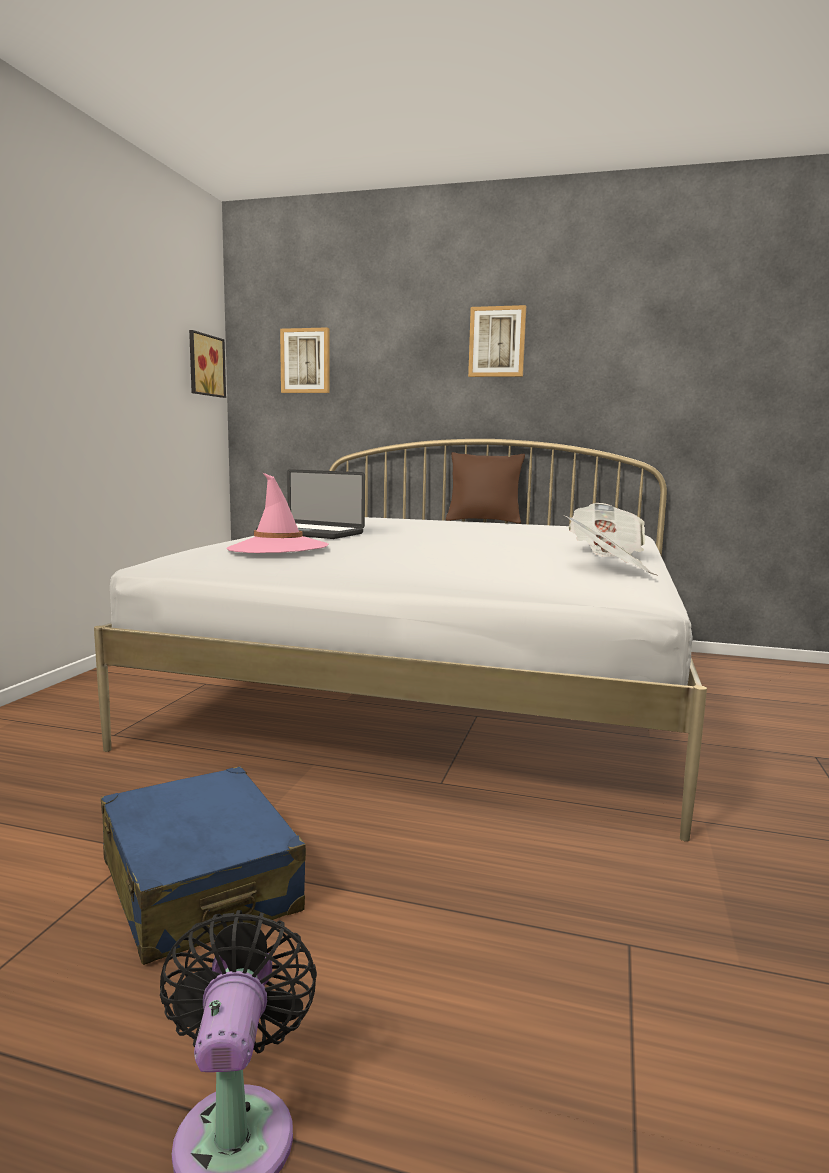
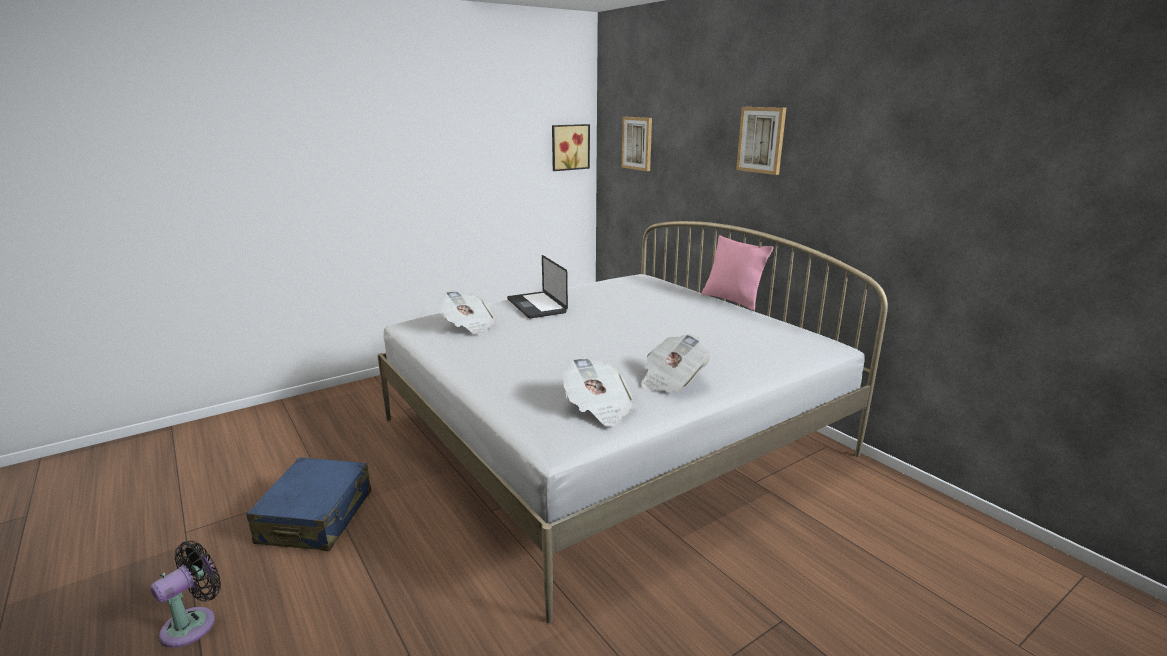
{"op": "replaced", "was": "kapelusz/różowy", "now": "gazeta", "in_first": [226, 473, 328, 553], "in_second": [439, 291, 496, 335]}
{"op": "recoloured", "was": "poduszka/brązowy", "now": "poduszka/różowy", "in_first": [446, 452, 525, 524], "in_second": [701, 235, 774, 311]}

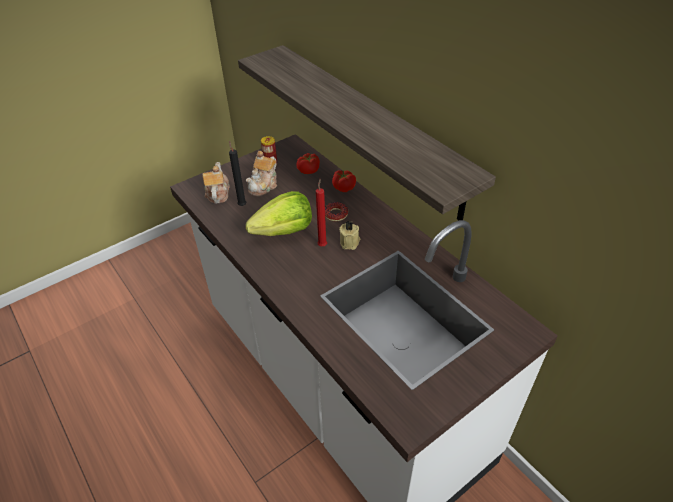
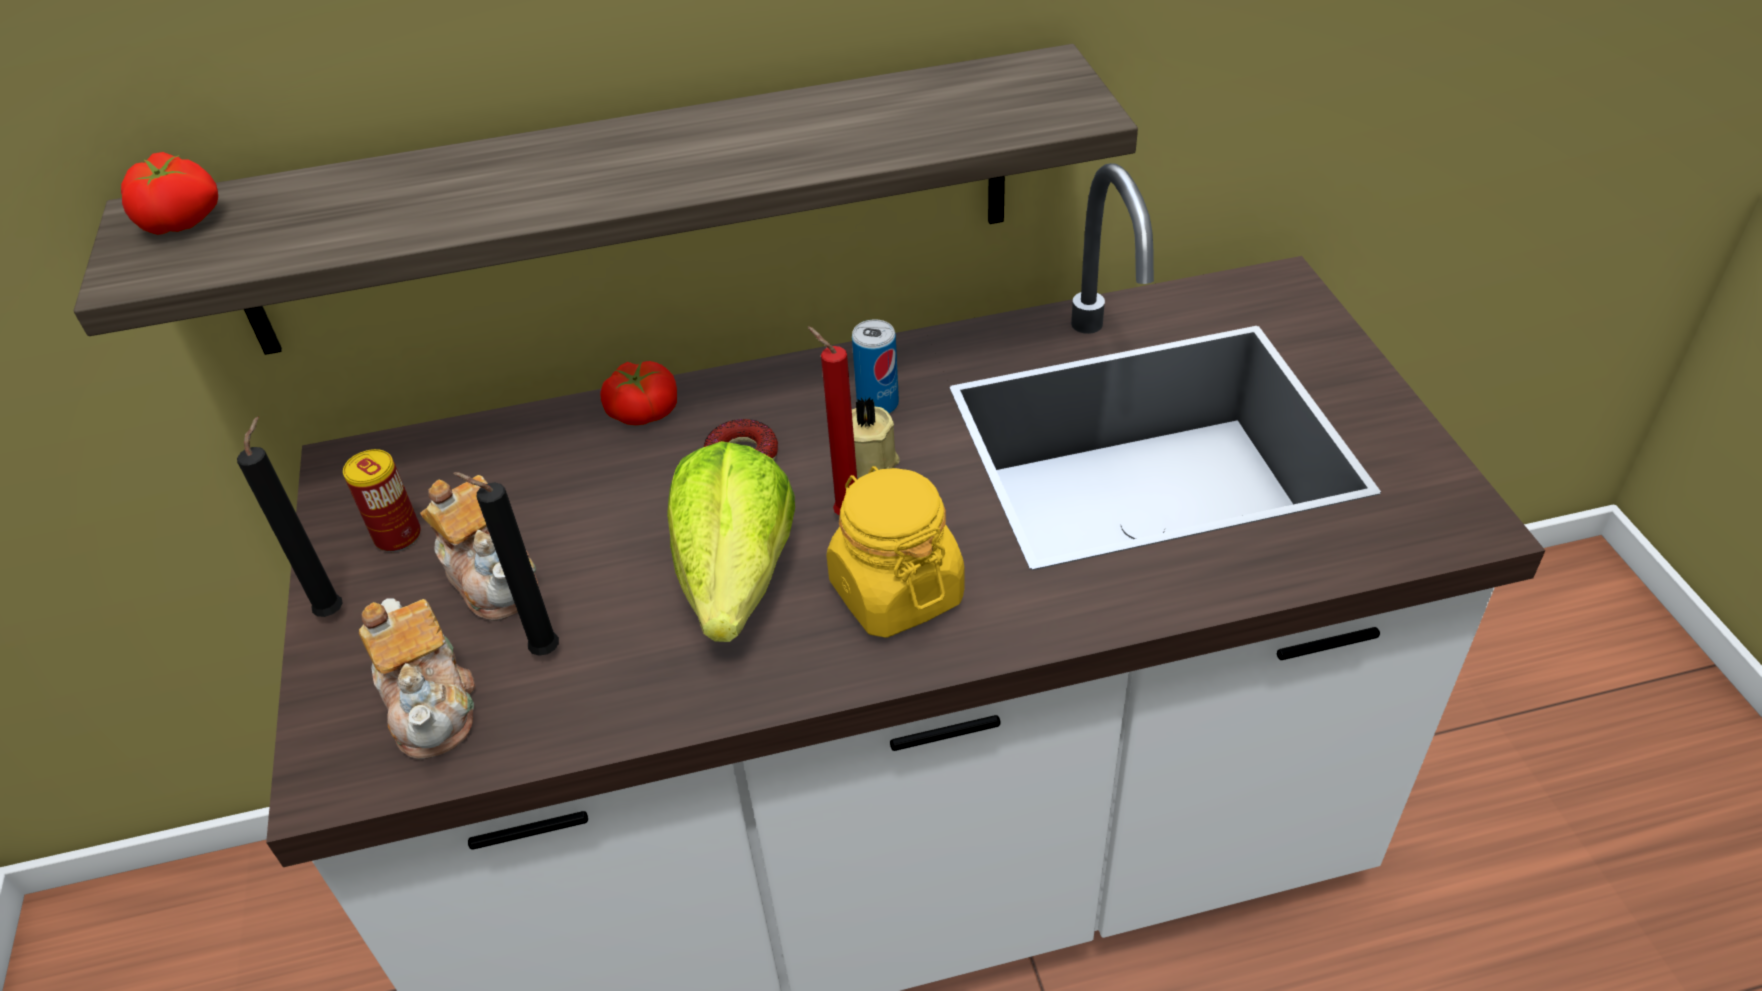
{"op": "turned", "was": "imbryk", "in_first": [203, 162, 230, 203], "in_second": [359, 598, 475, 759], "clockwise": -135}
{"op": "moved", "was": "pomidor", "in_first": [296, 153, 320, 174], "in_second": [121, 152, 218, 235]}
{"op": "added", "now": "świeca/czarny", "in_second": [237, 417, 343, 617]}
{"op": "added", "now": "słoik/żółty", "in_second": [826, 466, 965, 638]}
{"op": "added", "now": "puszka", "in_second": [852, 319, 899, 414]}

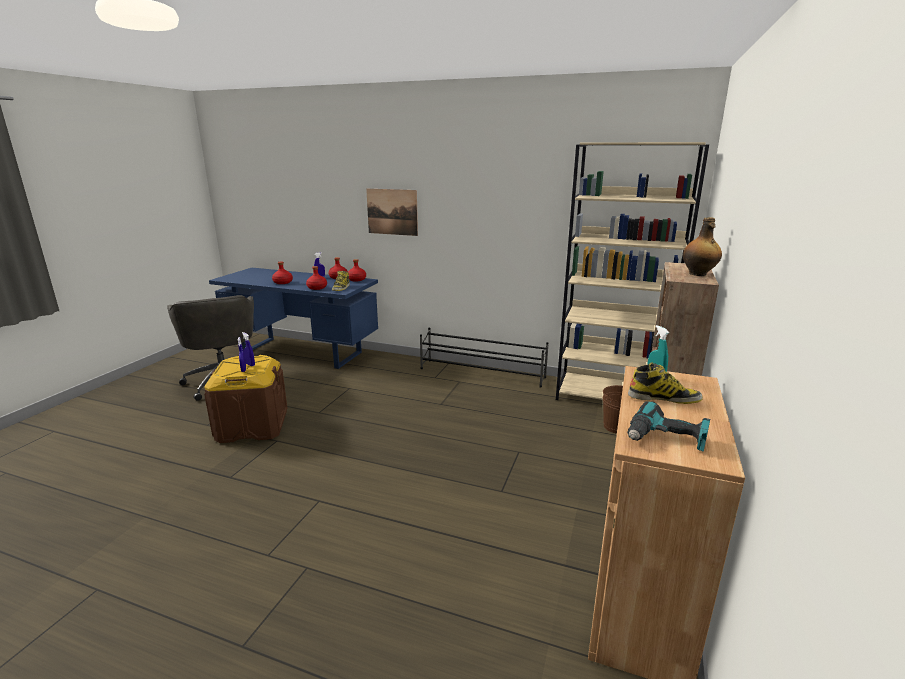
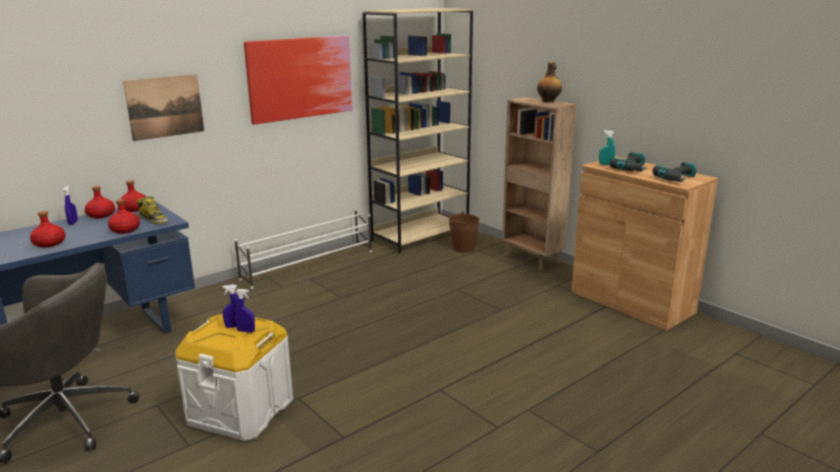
{"op": "recoloured", "was": "pojemnik do przechowywania/brązowy", "now": "pojemnik do przechowywania/biały", "in_first": [204, 355, 287, 443], "in_second": [175, 314, 293, 441]}
{"op": "recoloured", "was": "regał na buty/czarny", "now": "regał na buty/biały", "in_first": [420, 328, 549, 388], "in_second": [235, 209, 372, 289]}
{"op": "replaced", "was": "but z cholewką", "now": "wiertarka", "in_first": [628, 362, 703, 404], "in_second": [610, 152, 647, 172]}
{"op": "added", "now": "obraz", "in_second": [244, 35, 352, 125]}

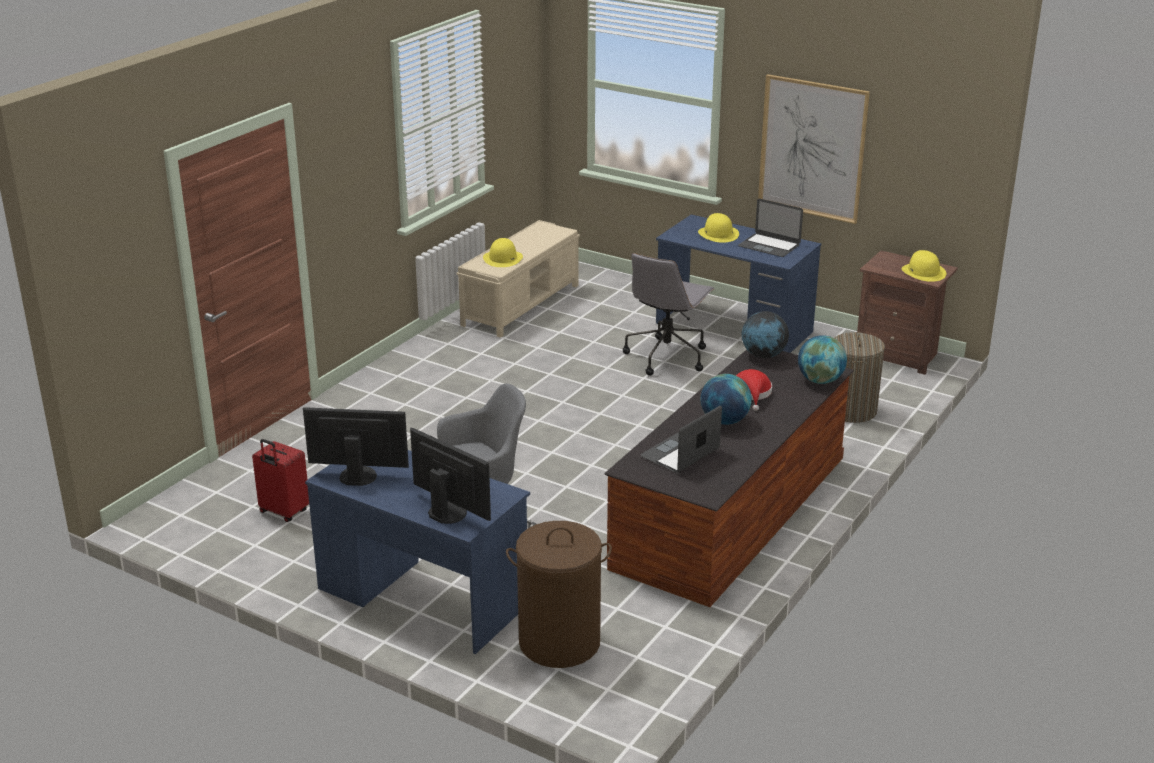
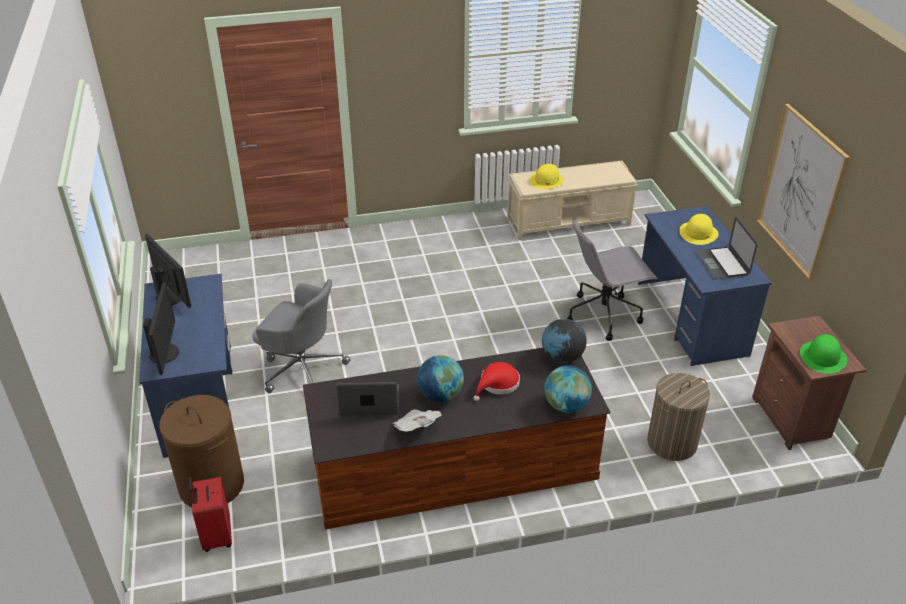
{"op": "moved", "was": "walizka/czerwony", "in_first": [252, 439, 309, 522], "in_second": [189, 477, 232, 552]}
{"op": "recoloured", "was": "kapelusz/żółty", "now": "kapelusz/zielony", "in_first": [901, 250, 946, 282], "in_second": [800, 334, 847, 374]}
{"op": "added", "now": "gazeta", "in_second": [393, 409, 442, 431]}

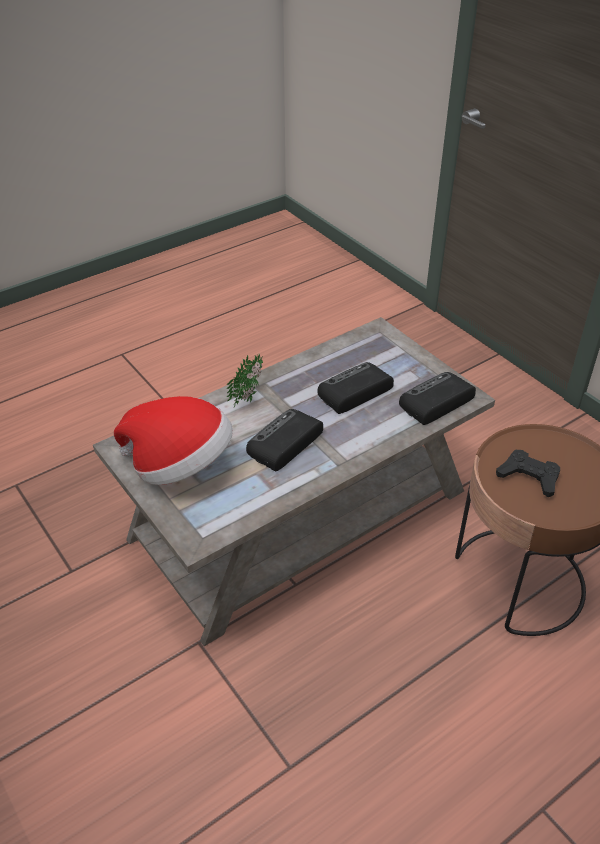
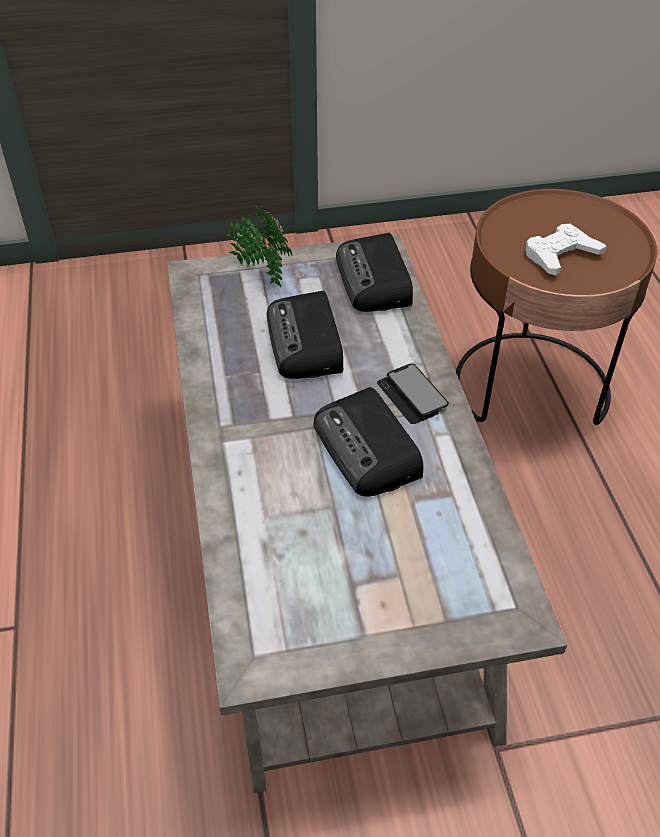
{"op": "removed", "was": "kapelusz", "in_first": [114, 396, 233, 485]}
{"op": "moved", "was": "roślina doniczkowa", "in_first": [226, 353, 263, 408], "in_second": [227, 206, 292, 288]}
{"op": "recoloured", "was": "pad do gier/czarny", "now": "pad do gier/biały", "in_first": [496, 450, 560, 497], "in_second": [526, 224, 606, 276]}
{"op": "added", "now": "telefon", "in_second": [377, 363, 449, 424]}

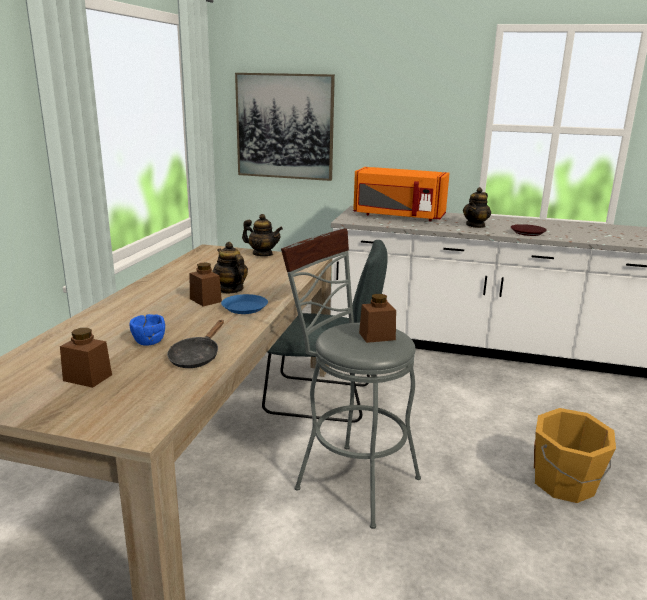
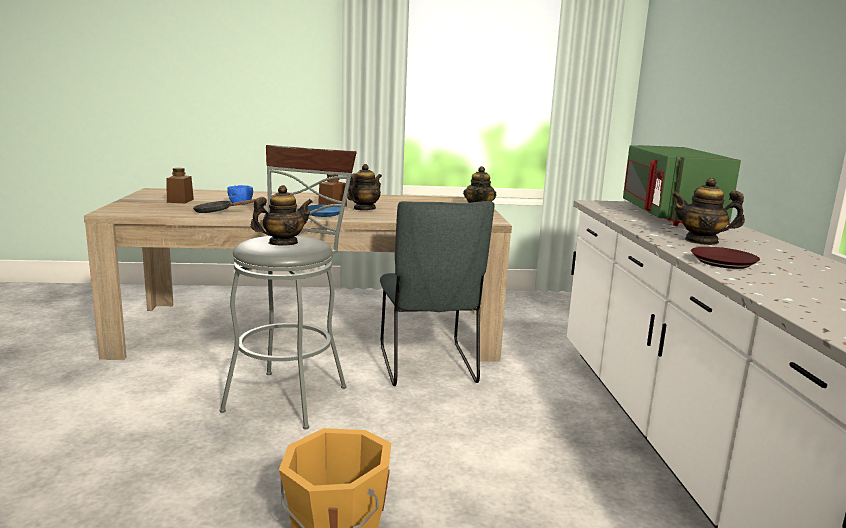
{"op": "removed", "was": "obraz", "in_first": [235, 73, 335, 181]}
{"op": "recoloured", "was": "mikrofalówka/pomarańczowy", "now": "mikrofalówka/zielony", "in_first": [353, 167, 450, 221], "in_second": [623, 145, 741, 226]}
{"op": "replaced", "was": "słoik/brązowy", "now": "imbryk", "in_first": [359, 294, 396, 343], "in_second": [251, 185, 313, 245]}

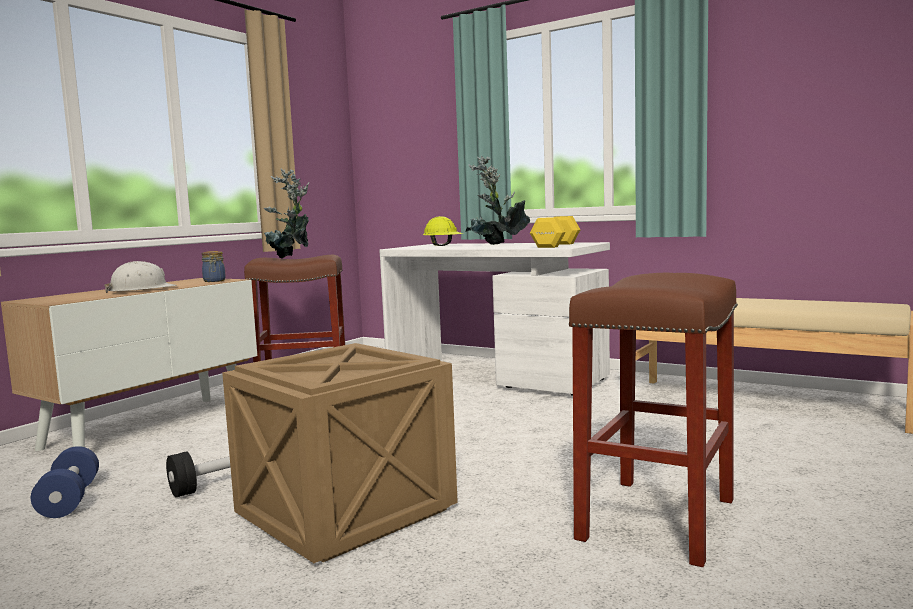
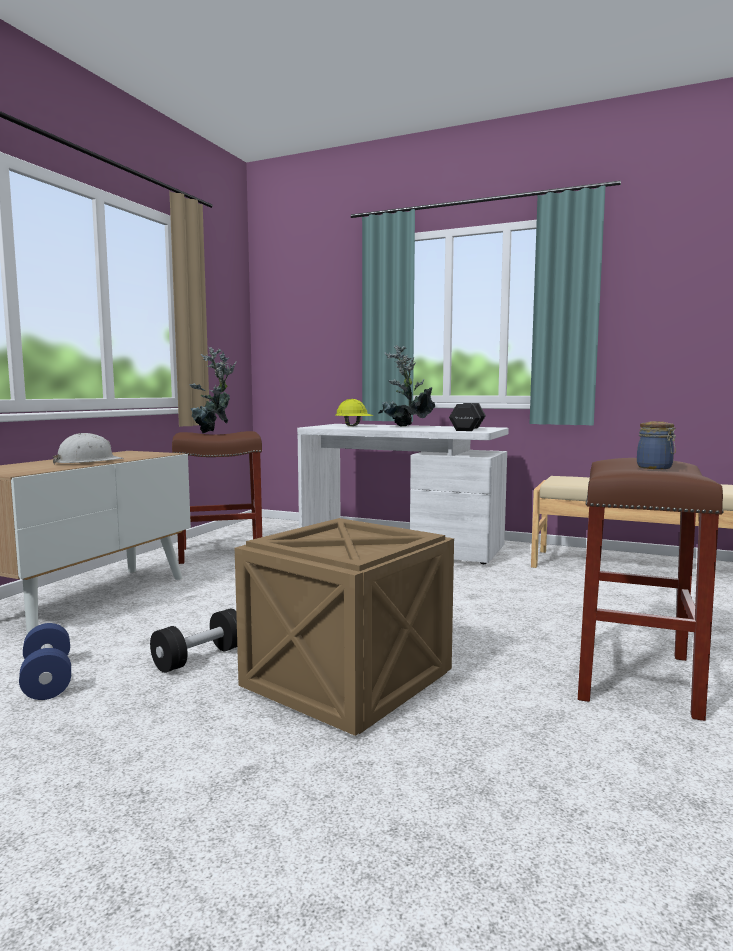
{"op": "moved", "was": "słoik", "in_first": [202, 251, 226, 282], "in_second": [637, 422, 676, 469]}
{"op": "recoloured", "was": "hantel/żółty", "now": "hantel/czarny", "in_first": [530, 216, 581, 248], "in_second": [449, 403, 486, 431]}

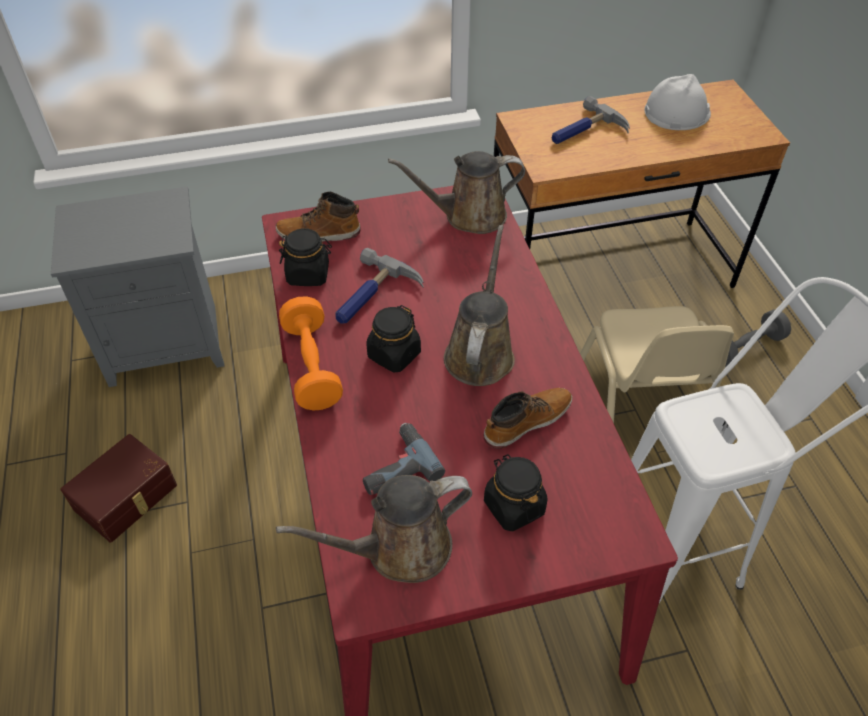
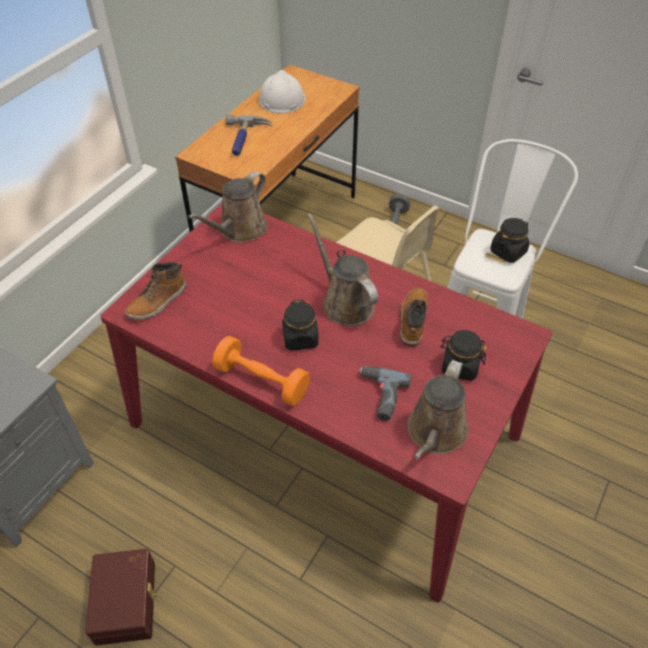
{"op": "moved", "was": "słoik/czarny", "in_first": [279, 228, 332, 286], "in_second": [490, 218, 530, 263]}
{"op": "removed", "was": "młotek", "in_first": [336, 248, 424, 324]}

